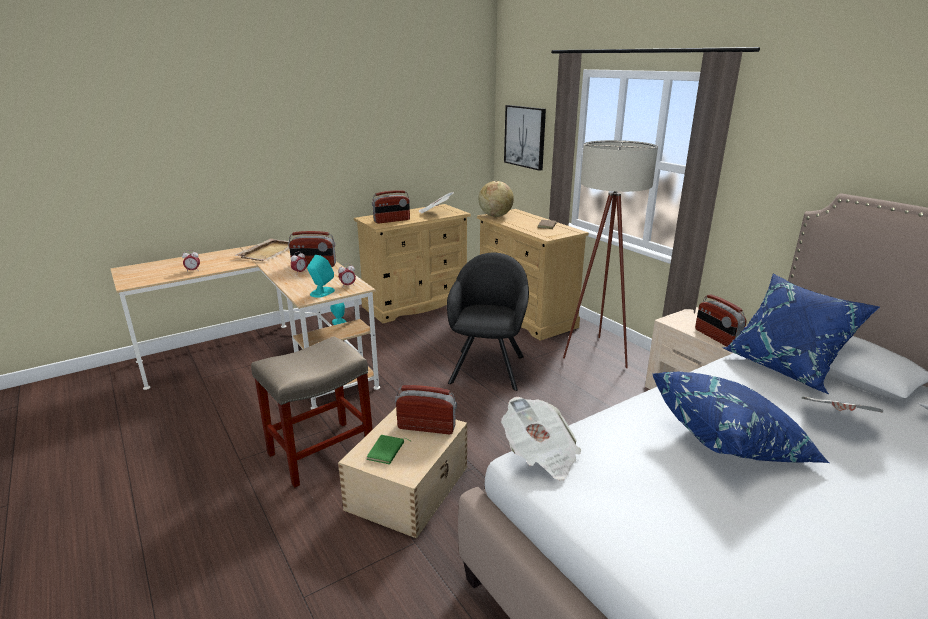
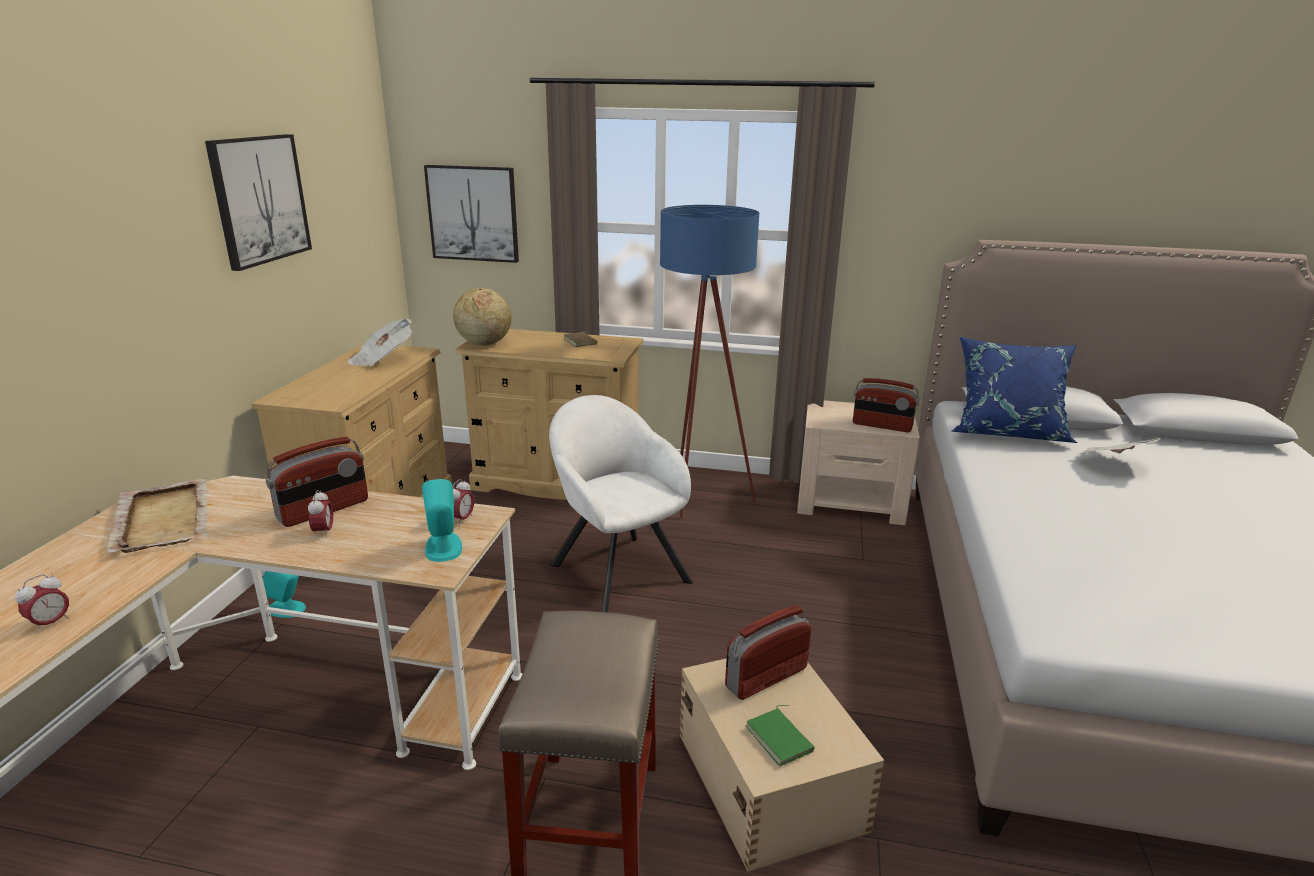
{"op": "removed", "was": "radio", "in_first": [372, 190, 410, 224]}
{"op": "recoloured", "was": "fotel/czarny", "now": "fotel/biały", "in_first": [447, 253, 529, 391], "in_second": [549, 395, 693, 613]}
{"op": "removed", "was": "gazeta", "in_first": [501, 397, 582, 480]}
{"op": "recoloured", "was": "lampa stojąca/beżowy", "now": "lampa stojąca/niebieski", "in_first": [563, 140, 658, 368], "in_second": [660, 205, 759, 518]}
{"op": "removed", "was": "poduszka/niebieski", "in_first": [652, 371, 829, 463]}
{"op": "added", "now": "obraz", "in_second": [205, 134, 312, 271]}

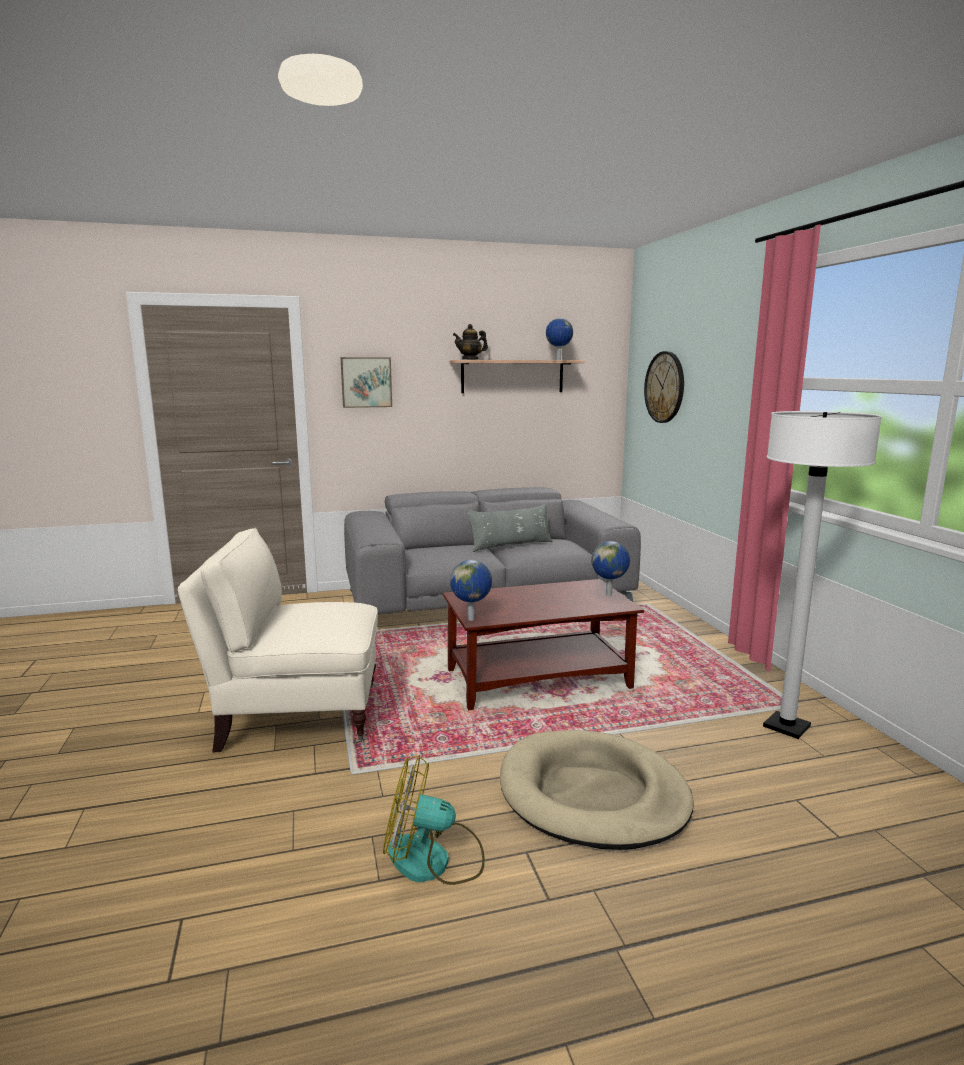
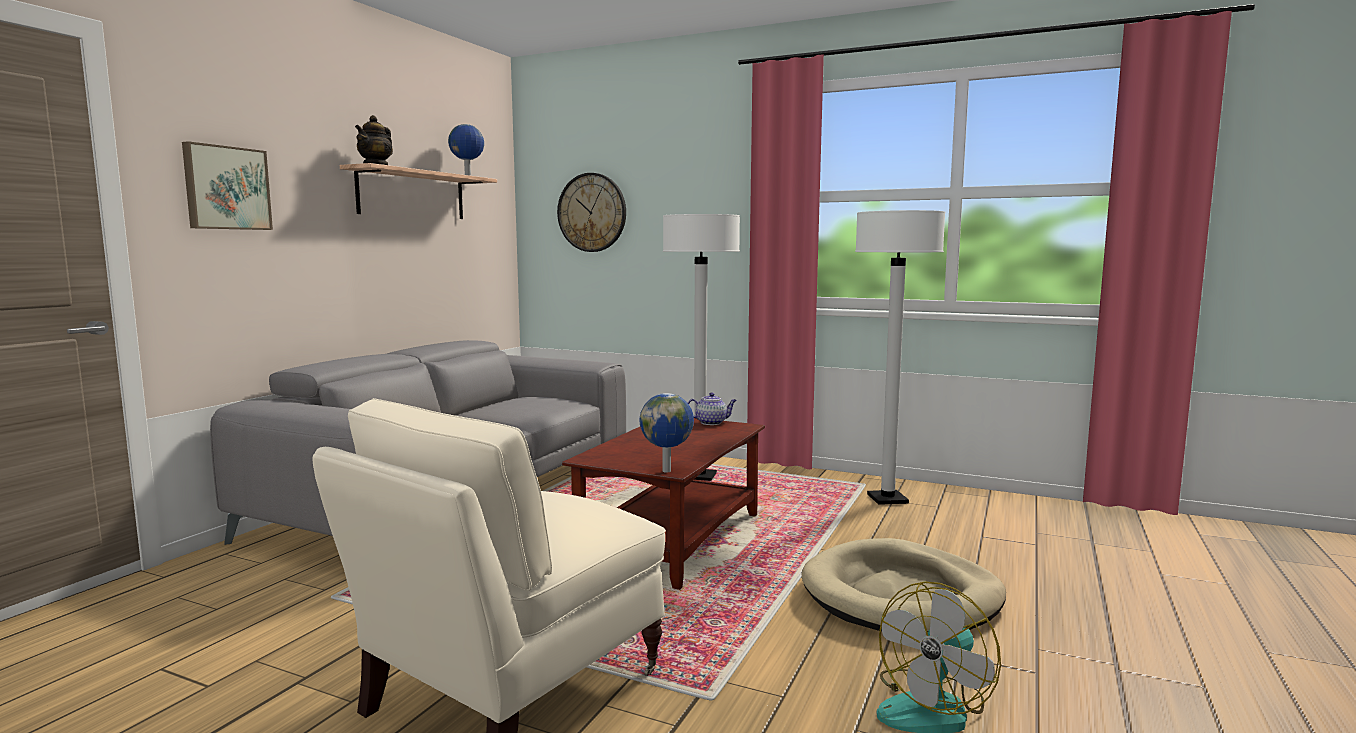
{"op": "removed", "was": "poduszka/szary", "in_first": [467, 504, 553, 552]}
{"op": "replaced", "was": "globus", "now": "imbryk", "in_first": [591, 541, 630, 596], "in_second": [688, 392, 737, 425]}
{"op": "added", "now": "lampa stojąca/biały", "in_second": [663, 214, 740, 481]}

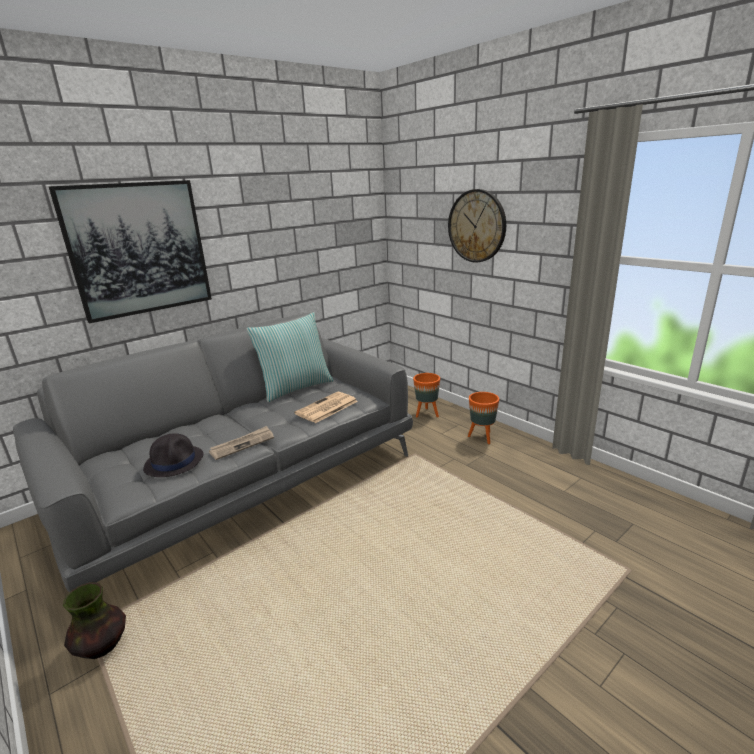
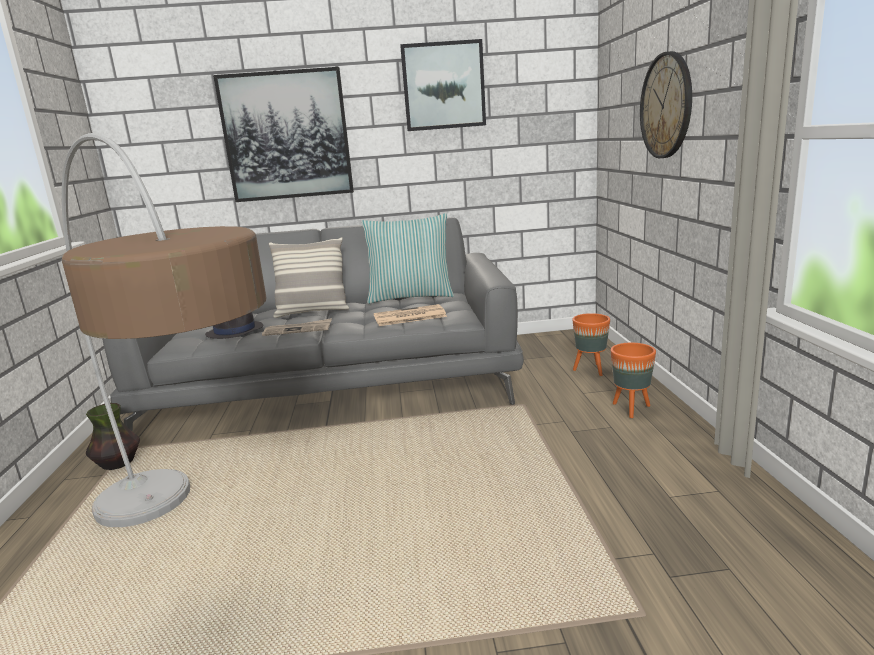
{"op": "added", "now": "lampa stojąca", "in_second": [62, 133, 266, 527]}
{"op": "added", "now": "poduszka", "in_second": [269, 238, 349, 318]}
{"op": "added", "now": "obraz", "in_second": [400, 39, 486, 131]}

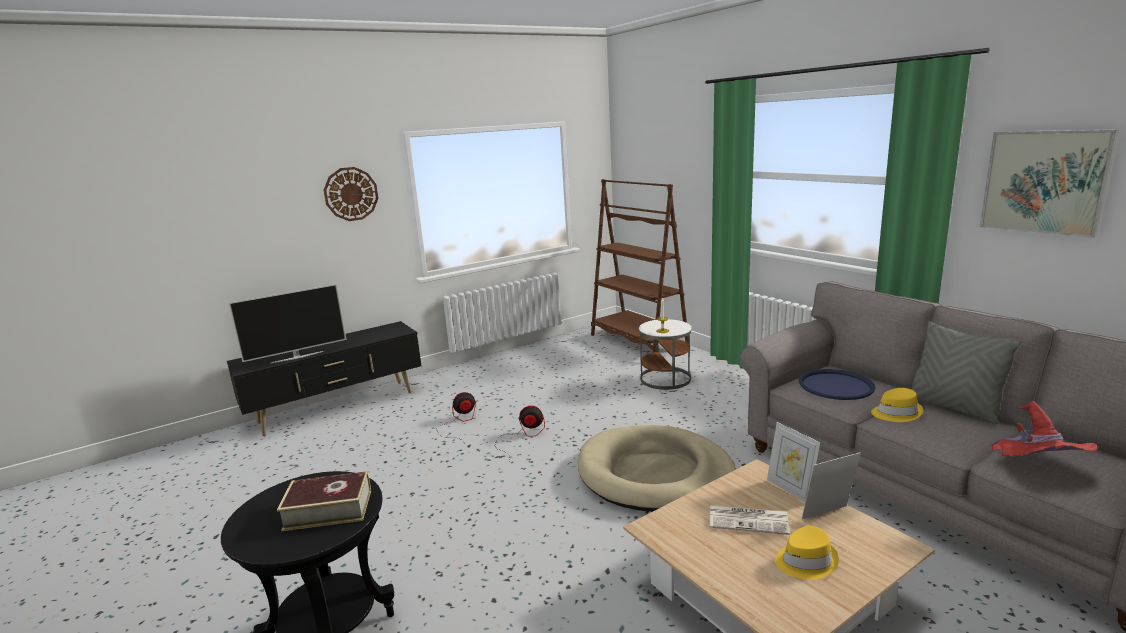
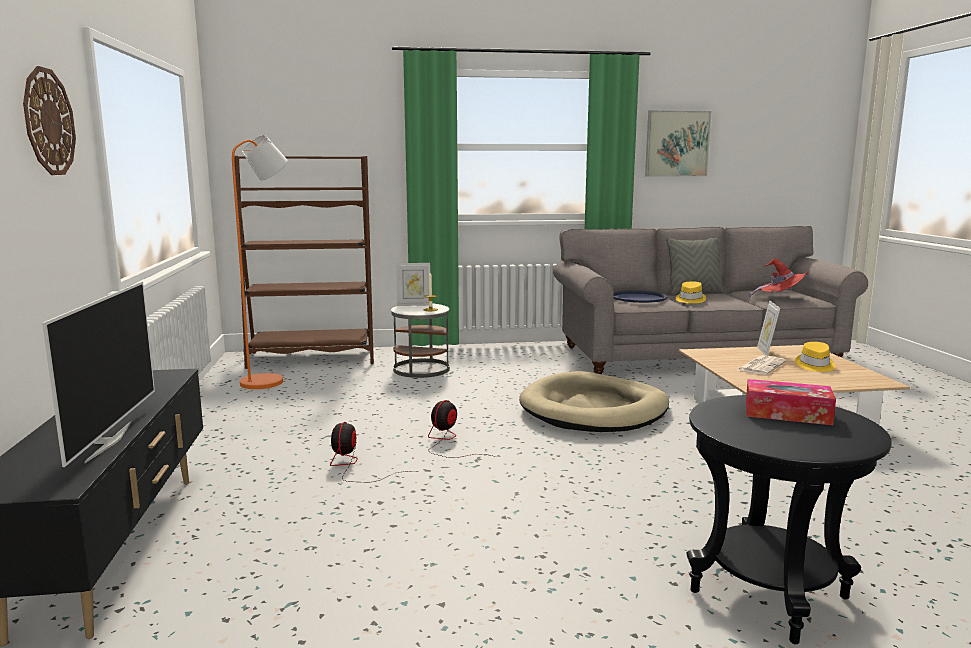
{"op": "replaced", "was": "książka", "now": "pudełko chusteczek", "in_first": [277, 471, 371, 531], "in_second": [746, 379, 836, 425]}
{"op": "moved", "was": "ramka na zdjęcie", "in_first": [767, 422, 820, 502], "in_second": [396, 263, 430, 306]}
{"op": "added", "now": "lampa stojąca/pomarańczowy", "in_second": [232, 135, 287, 389]}

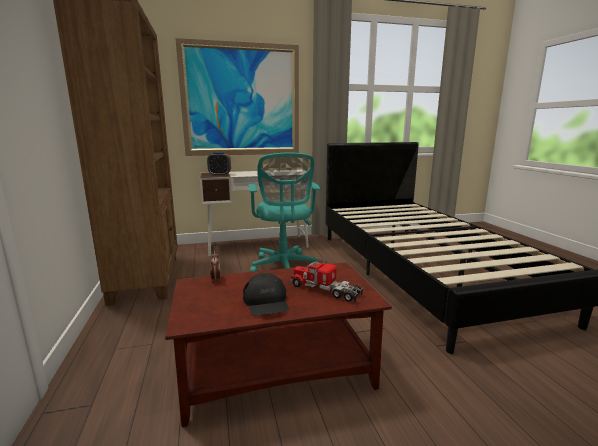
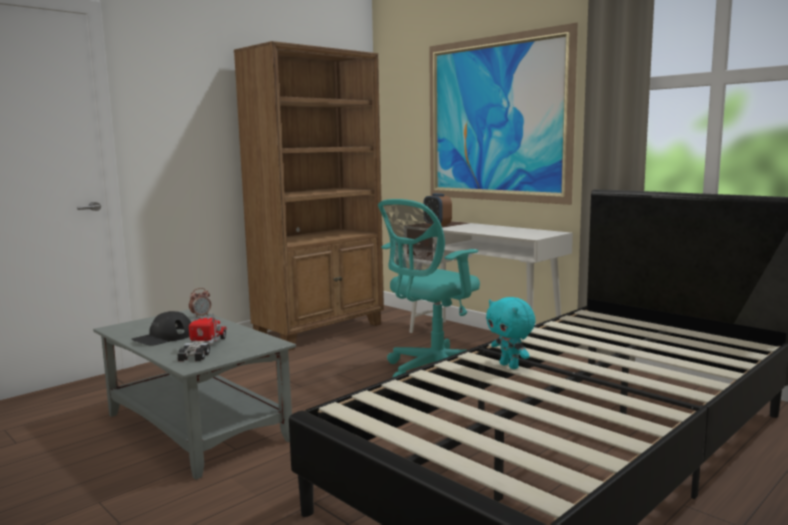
{"op": "recoloured", "was": "ława/brązowy", "now": "ława/szary", "in_first": [165, 262, 392, 427], "in_second": [93, 309, 296, 480]}
{"op": "added", "now": "pluszak/turkusowy", "in_second": [486, 297, 536, 369]}

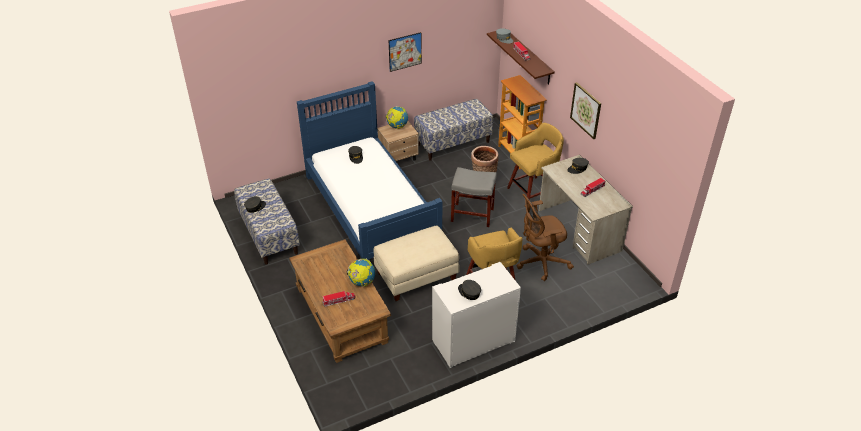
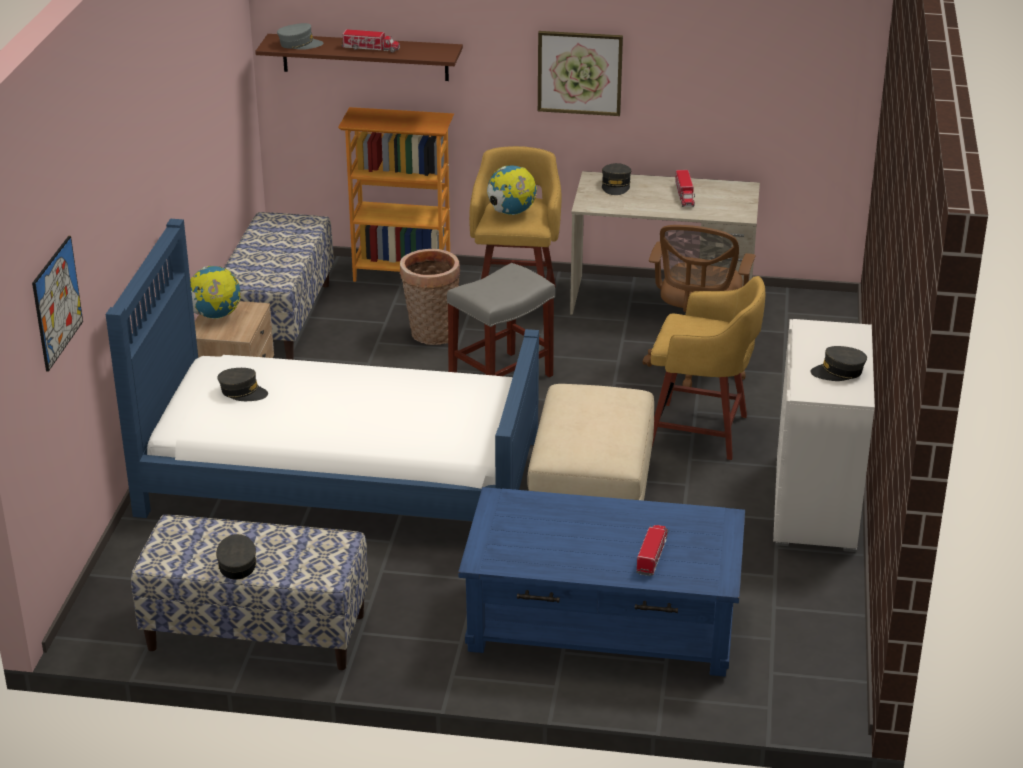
{"op": "recoloured", "was": "ława/brązowy", "now": "ława/niebieski", "in_first": [289, 239, 391, 363], "in_second": [458, 487, 745, 677]}
{"op": "moved", "was": "globus", "in_first": [347, 258, 375, 287], "in_second": [487, 166, 537, 215]}
{"op": "moved", "was": "obraz", "in_first": [389, 32, 422, 72], "in_second": [32, 236, 83, 372]}

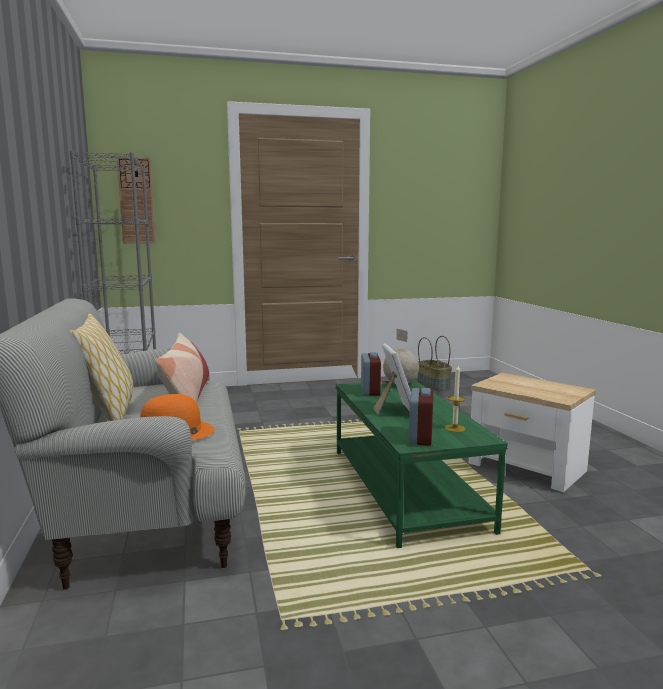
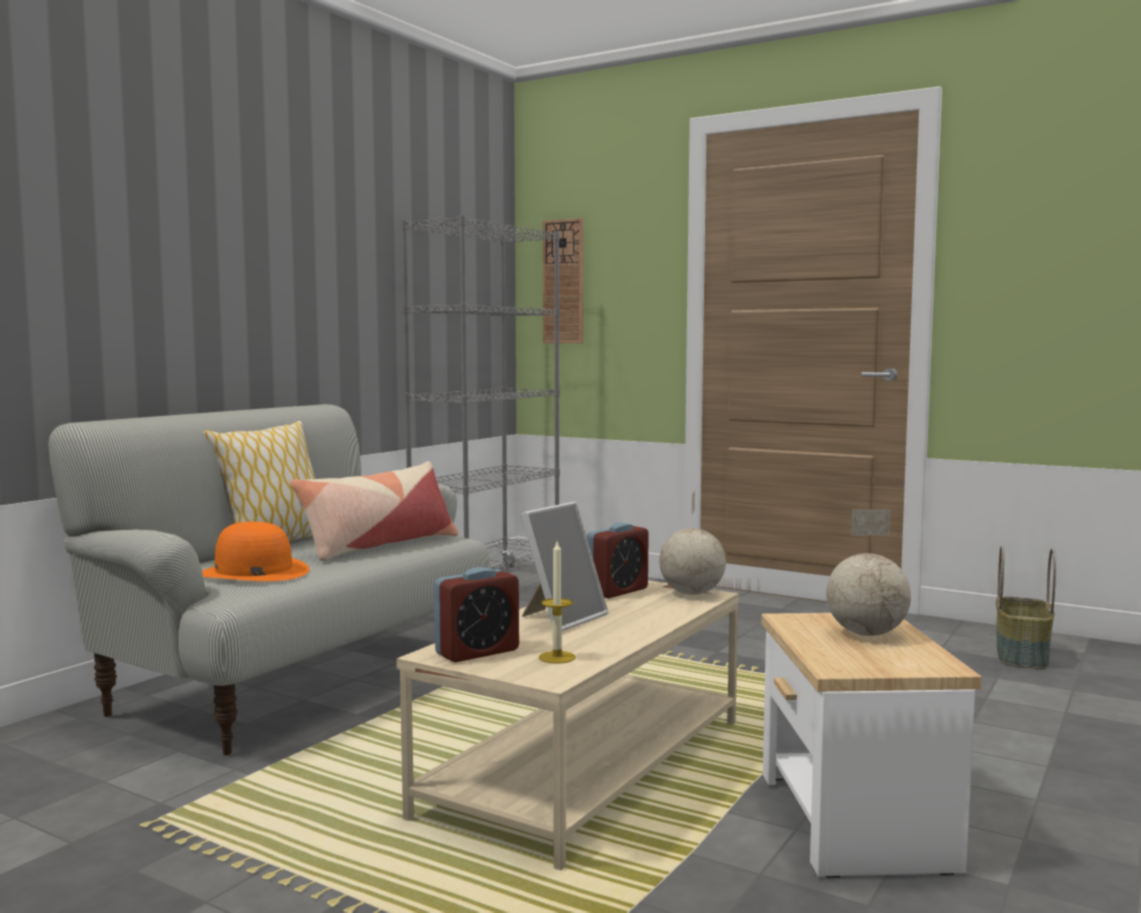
{"op": "recoloured", "was": "ława/zielony", "now": "ława/beżowy", "in_first": [336, 380, 508, 548], "in_second": [396, 580, 740, 870]}
{"op": "added", "now": "globus", "in_second": [826, 509, 911, 636]}

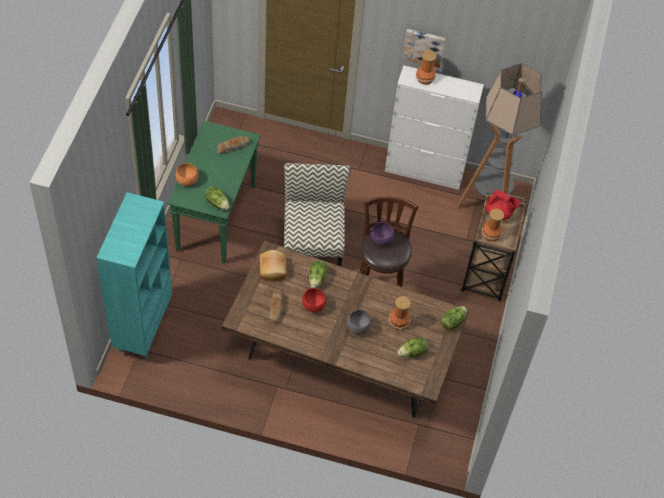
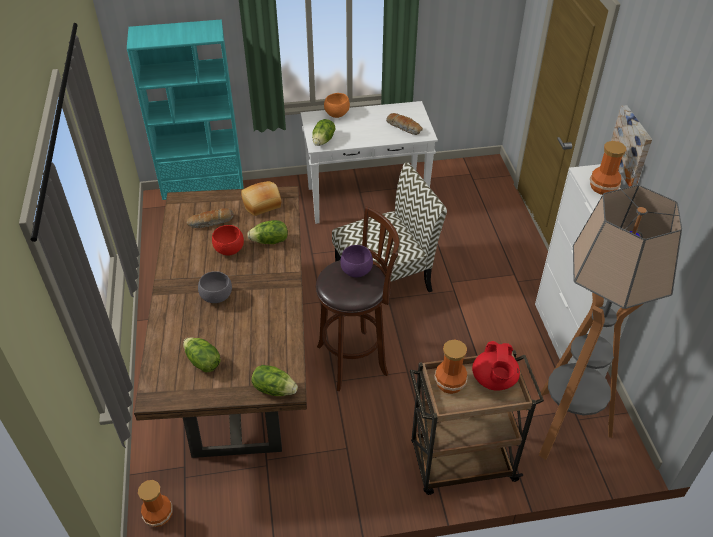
{"op": "recoloured", "was": "stolik konsolowy/zielony", "now": "stolik konsolowy/biały", "in_first": [168, 121, 260, 263], "in_second": [301, 101, 438, 224]}
{"op": "moved", "was": "wazon", "in_first": [389, 296, 411, 329], "in_second": [138, 480, 173, 527]}

